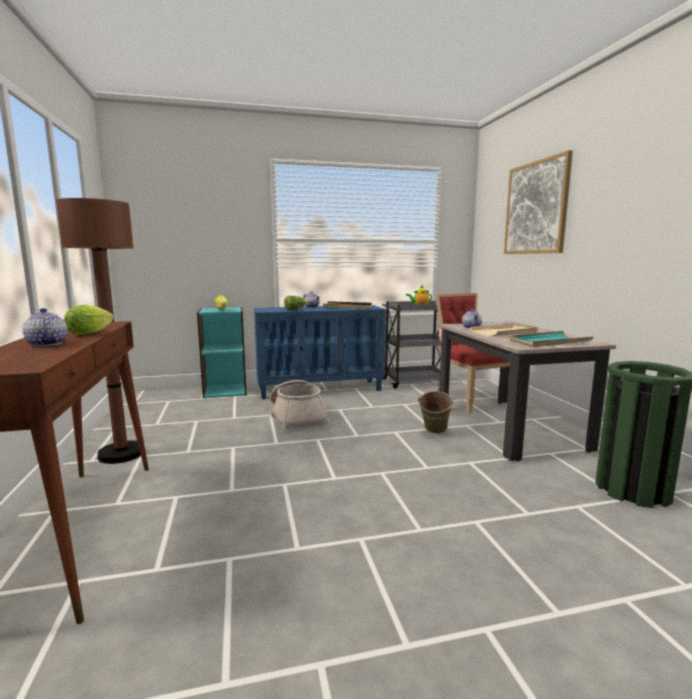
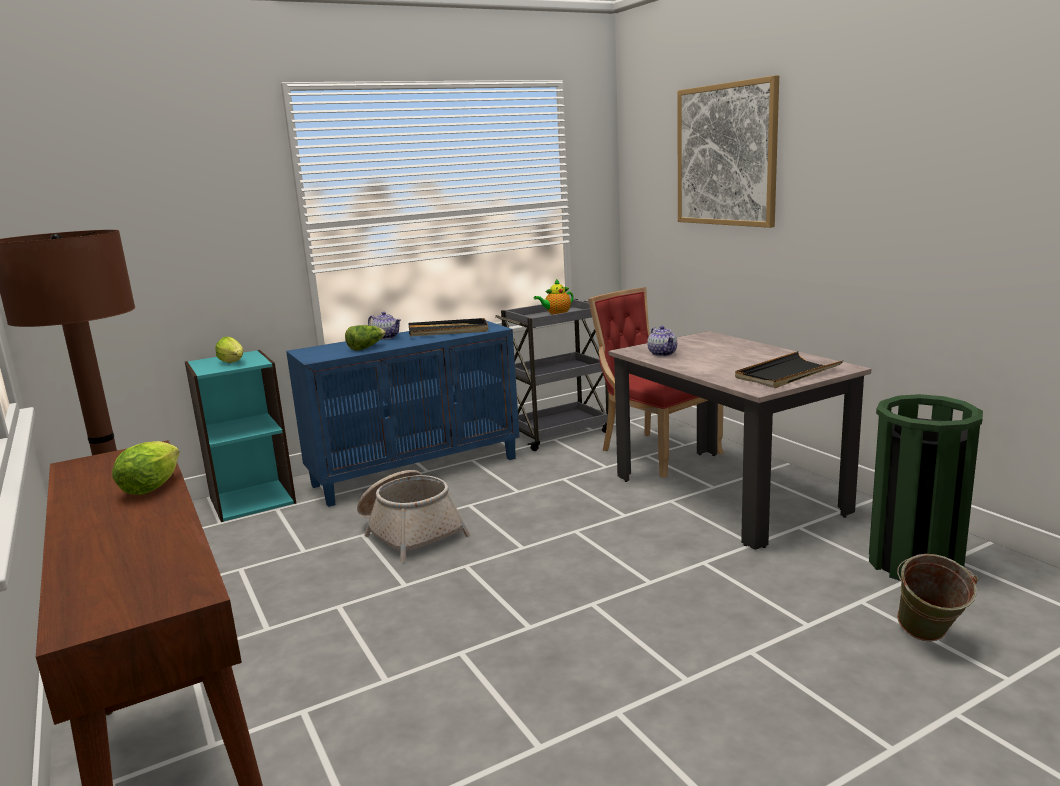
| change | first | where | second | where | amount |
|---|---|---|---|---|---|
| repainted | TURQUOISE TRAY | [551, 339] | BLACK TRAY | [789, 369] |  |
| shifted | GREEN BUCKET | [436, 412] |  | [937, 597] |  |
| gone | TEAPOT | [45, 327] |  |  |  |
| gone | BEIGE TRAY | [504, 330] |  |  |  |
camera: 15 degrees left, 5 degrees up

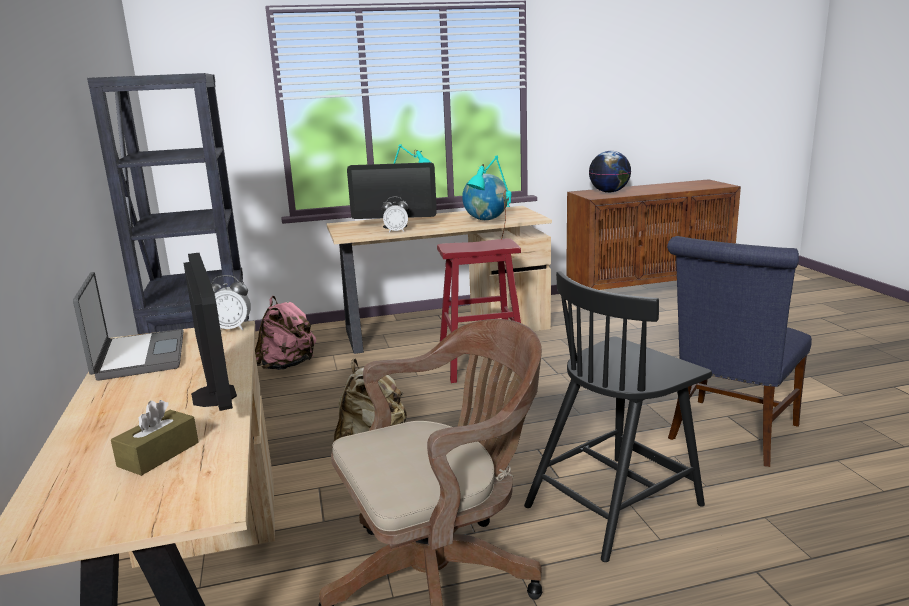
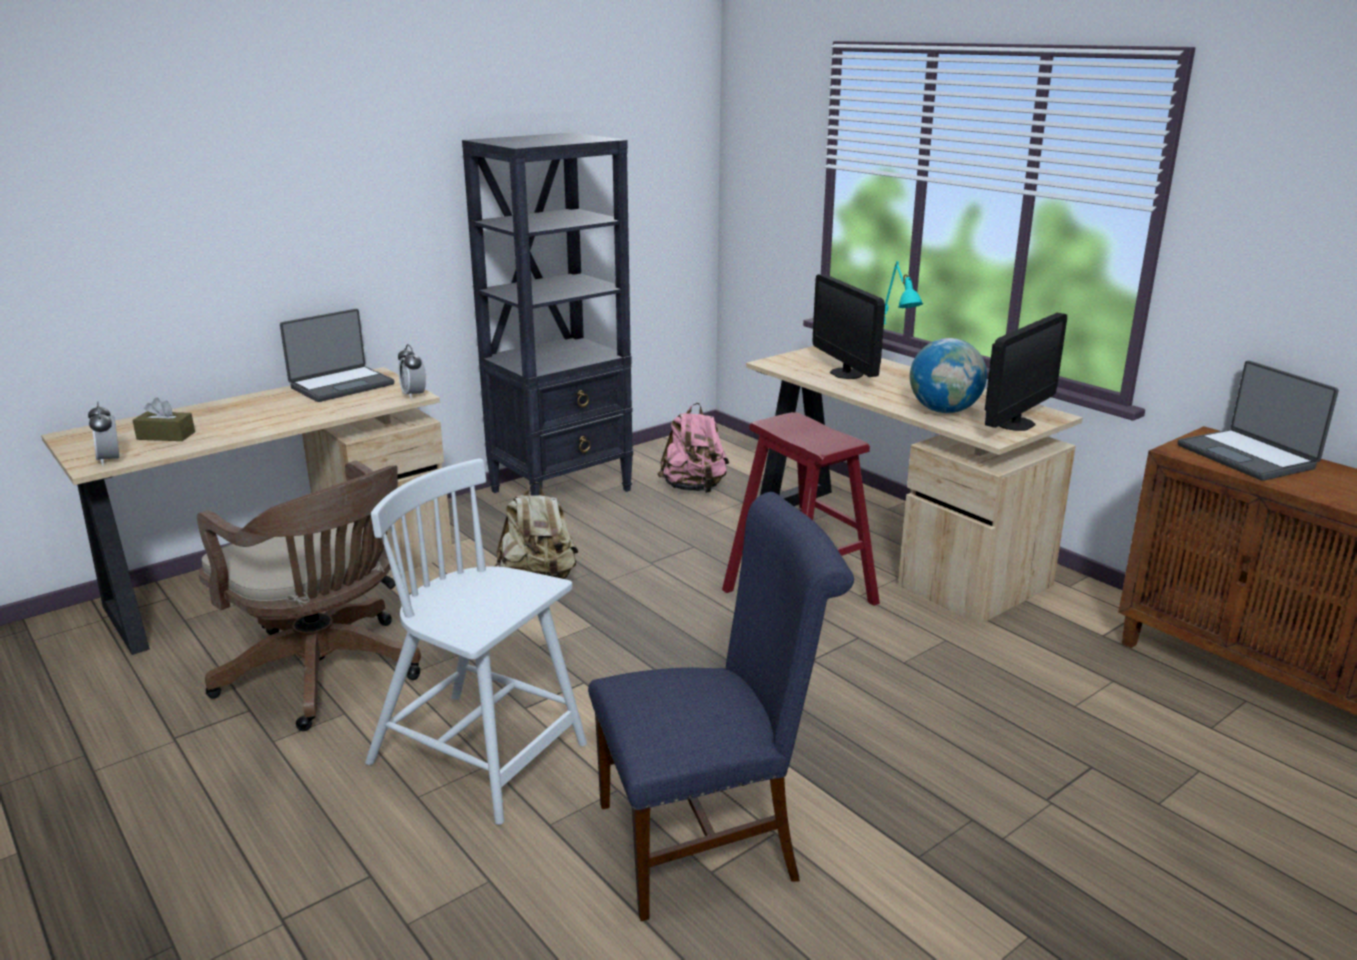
| change | first | where | second | where | amount |
|---|---|---|---|---|---|
| shifted | ALARM CLOCK | [395, 214] |  | [103, 433] |  |
| repainted | BLACK CHAIR | [618, 416] | WHITE CHAIR | [476, 641] |  |
| rotated | BLUE CHAIR | [739, 351] |  | [721, 706] | 150 degrees clockwise |
| shifted | MONITOR | [210, 332] |  | [1026, 372] |  |
| swapped | GLOBE | [610, 172] | LAPTOP | [1258, 421] |  |
| gone | TURQUOISE TABLE LAMP | [489, 197] |  |  |  |
camera: 65 degrees right, 5 degrees up

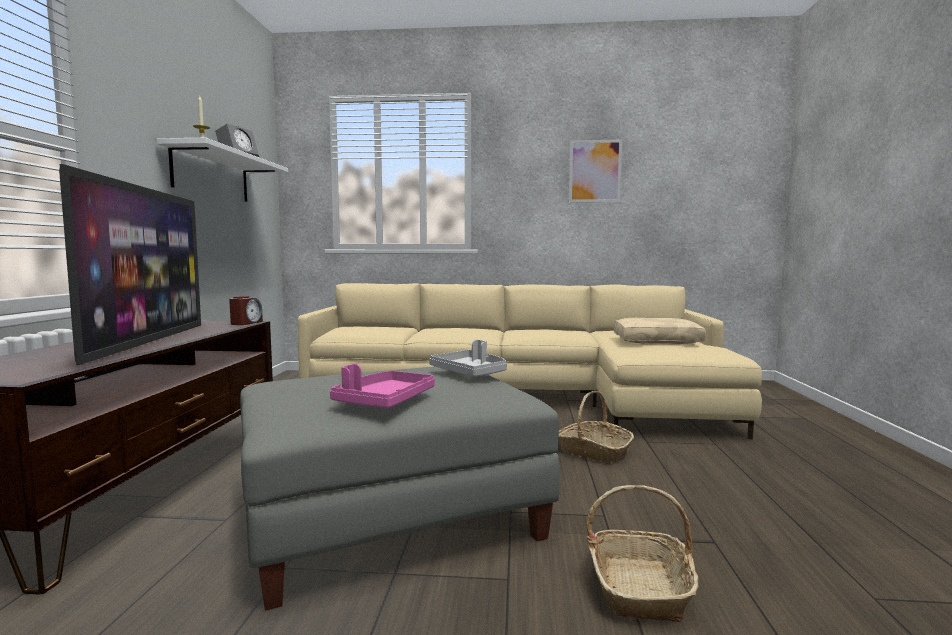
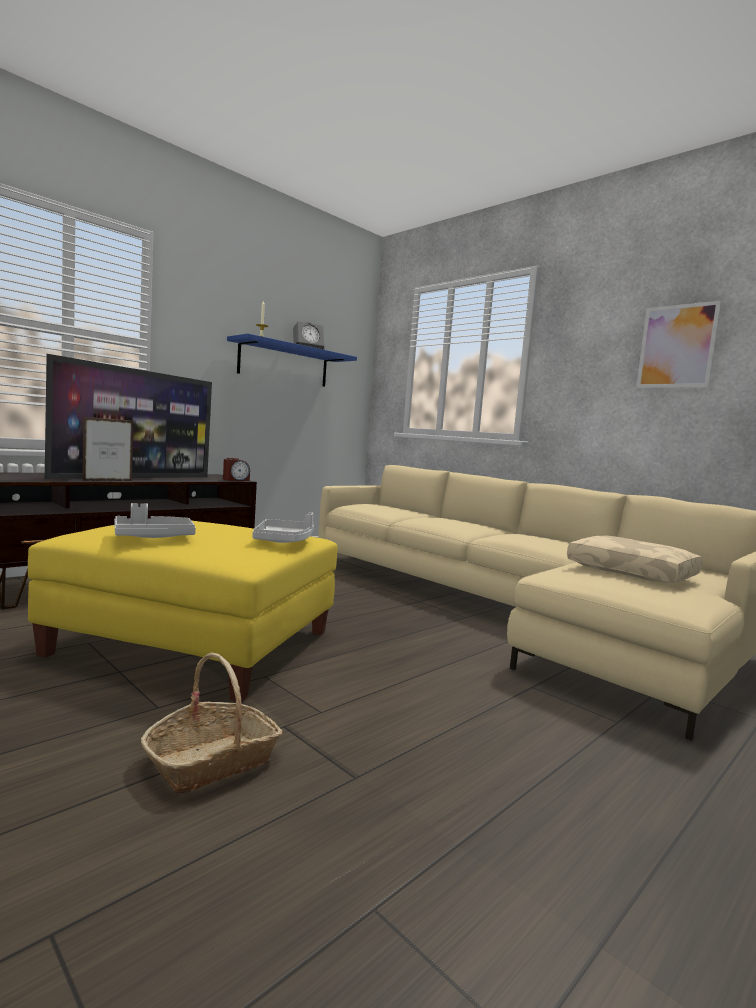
| change | first | where | second | where | amount |
|---|---|---|---|---|---|
| repainted | GREY OTTOMAN | [400, 488] | YELLOW OTTOMAN | [183, 611] |  |
| new |  |  | PICTURE FRAME | [108, 449] |  |
| repainted | PINK TRAY | [382, 386] | GREY TRAY | [155, 520] |  |
| repainted | WHITE SHELF | [222, 170] | BLUE SHELF | [292, 360] |  |
| gone | BASKET | [596, 427] |  |  |  |
camera: 40 degrees right, 0 degrees up

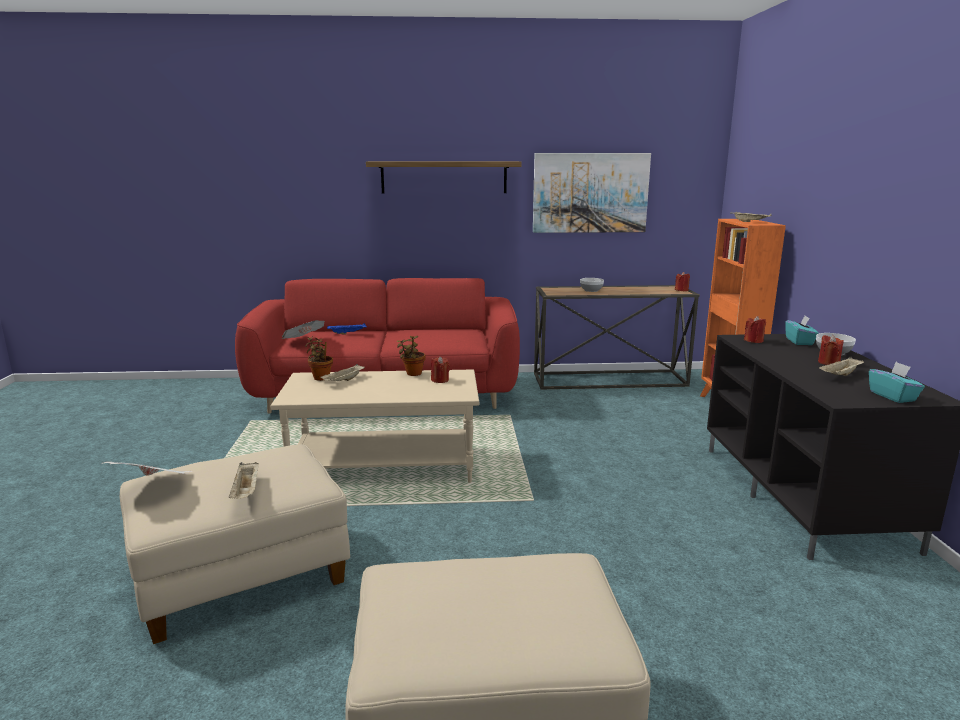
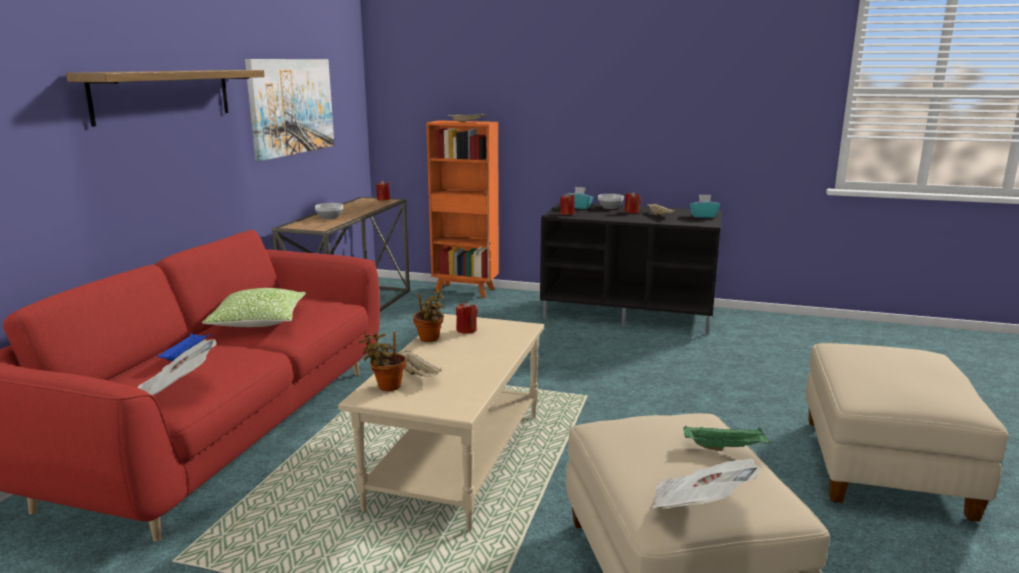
| change | first | where | second | where | amount |
|---|---|---|---|---|---|
| new |  |  | PILLOW | [254, 307] |  |
| repainted | BEIGE TRAY | [244, 480] | GREEN TRAY | [727, 438] |  |
camera: 70 degrees left, 0 degrees up

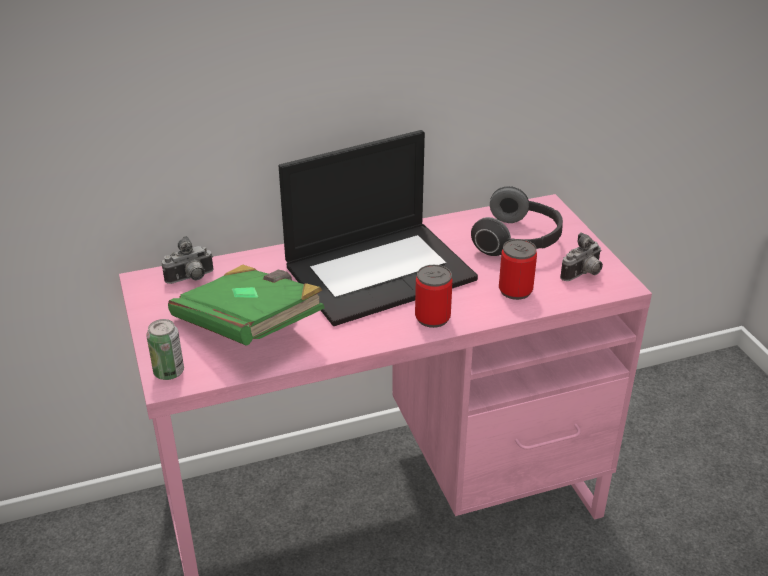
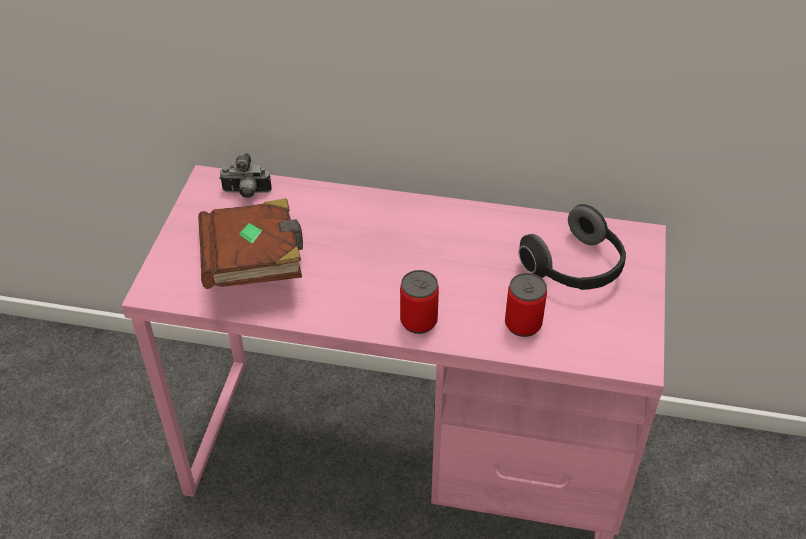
| change | first | where | second | where | amount |
|---|---|---|---|---|---|
| repainted | GREEN BOOK | [246, 305] | BROWN BOOK | [250, 243] |  |
| gone | CAN | [165, 349] |  |  |  |
| gone | LAPTOP | [378, 228] |  |  |  |
| gone | PHOTO CAMERA | [581, 256] |  |  |  |
camera: 30 degrees right, 10 degrees up

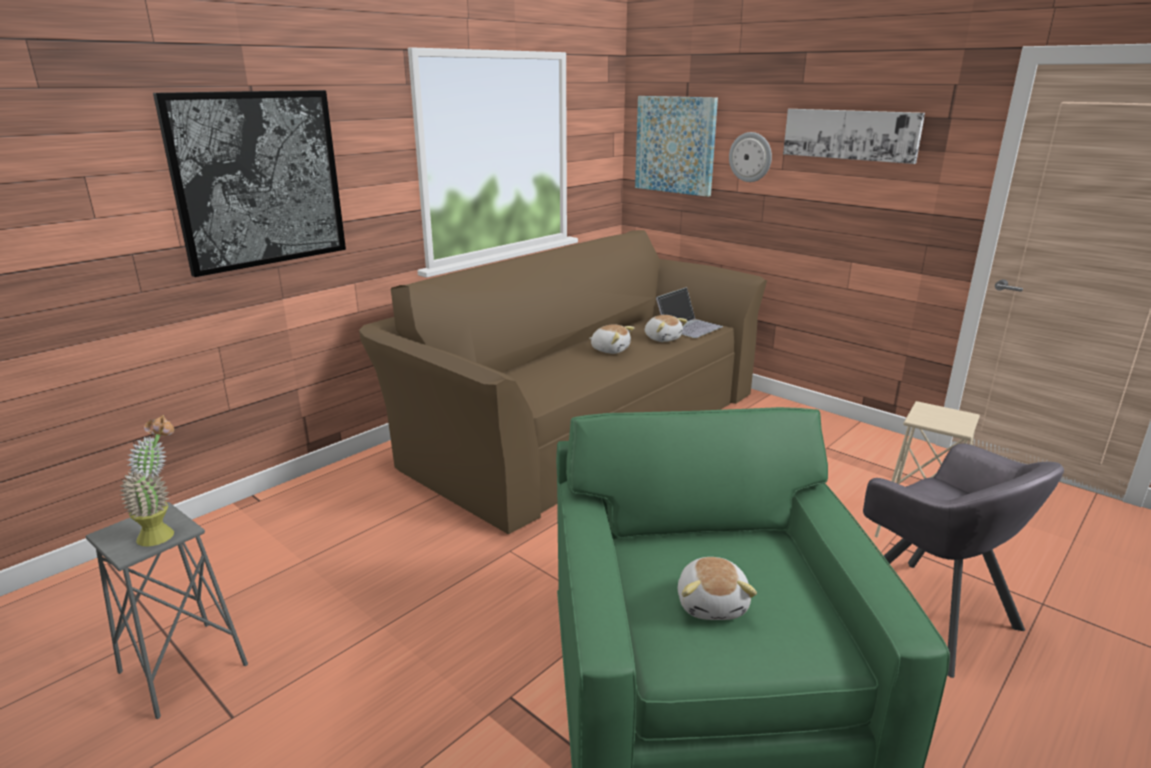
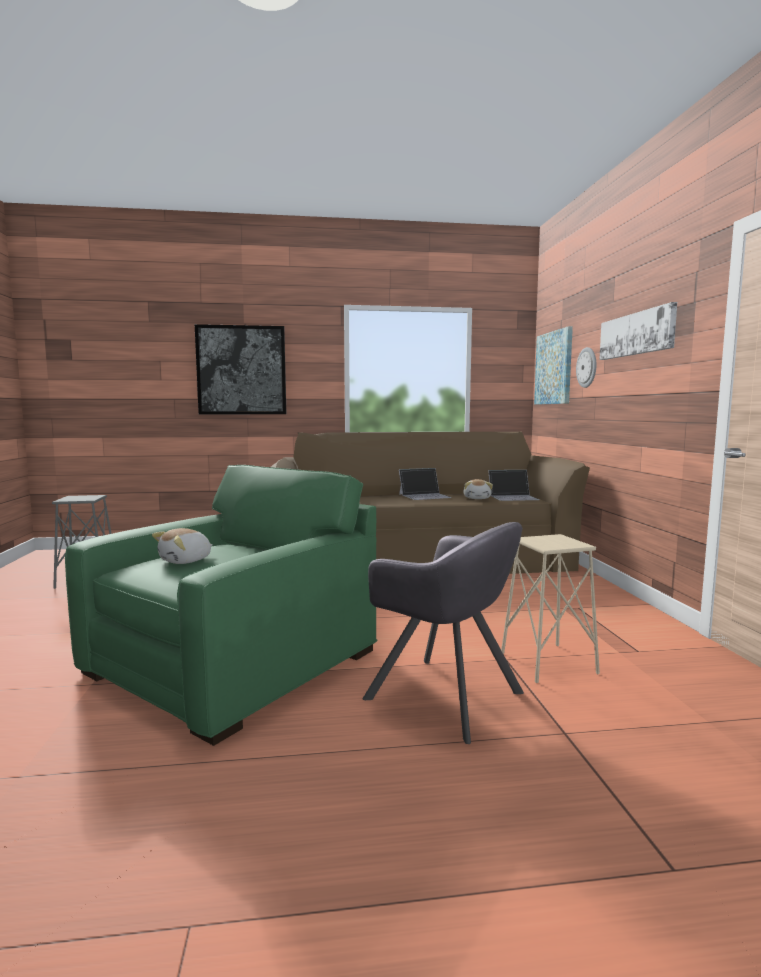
| change | first | where | second | where | amount |
|---|---|---|---|---|---|
| rotated | GREY ARMCHAIR | [963, 561] |  | [443, 633] | 60 degrees counterclockwise |
| swapped | PLUSH TOY | [611, 339] | LAPTOP | [425, 484] |  |
| gone | POTTED PLANT | [146, 480] |  |  |  |
camera: 40 degrees right, 15 degrees down

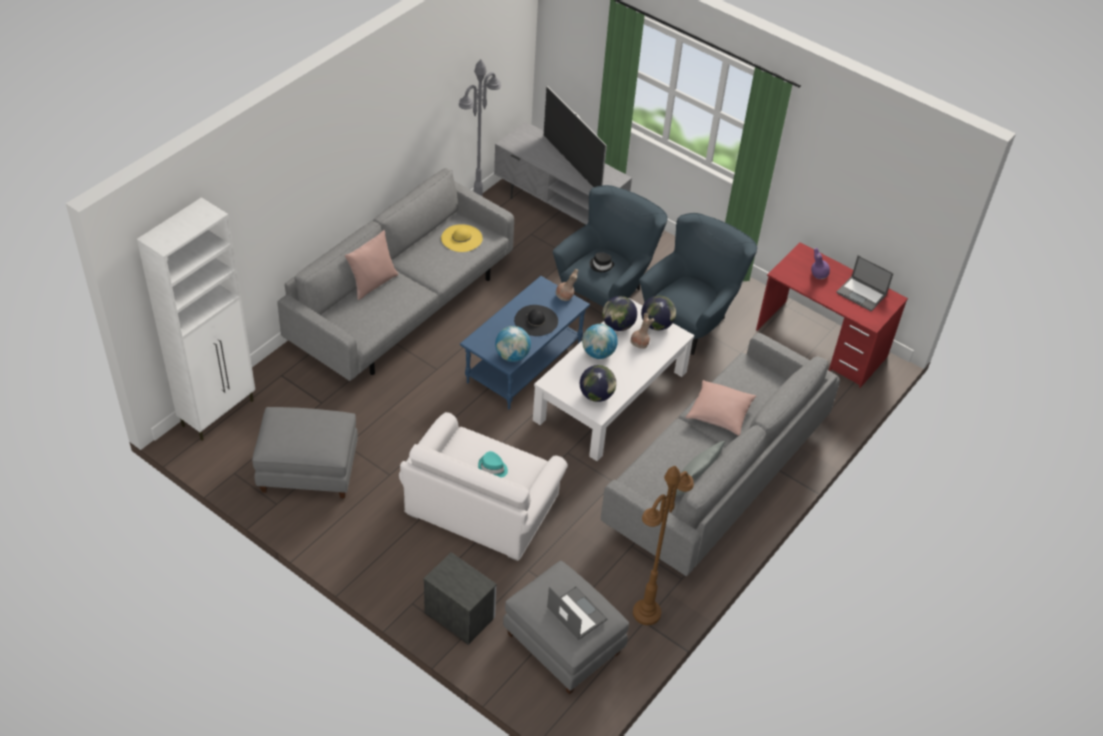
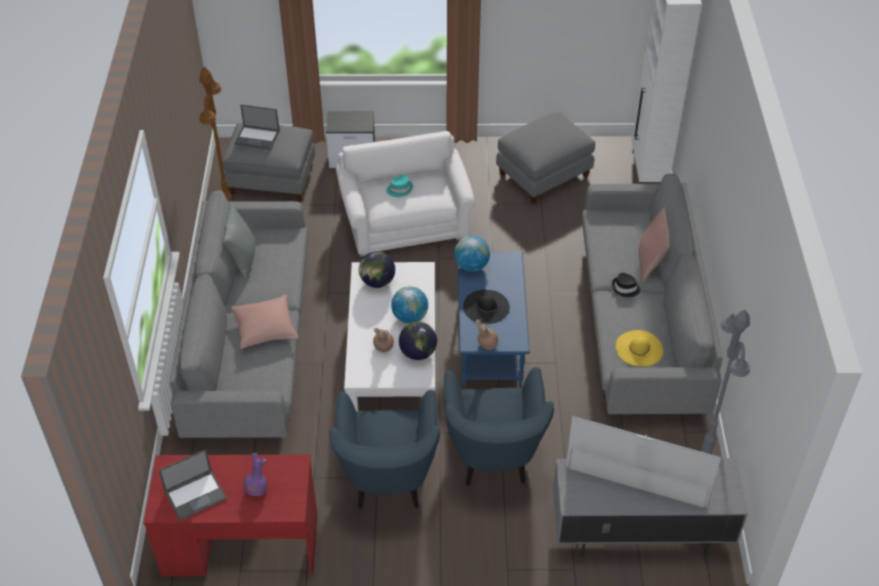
| change | first | where | second | where | amount |
|---|---|---|---|---|---|
| rotated | LAPTOP | [865, 283] |  | [192, 485] | 150 degrees clockwise |
| shifted | BLACK HAT | [602, 262] |  | [626, 285] |  |
| gone | GLOBE | [658, 312] |  |  |  |
camera: 145 degrees right, 0 degrees up

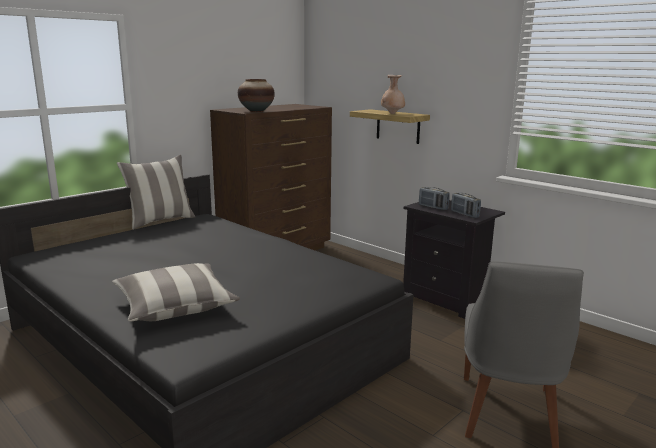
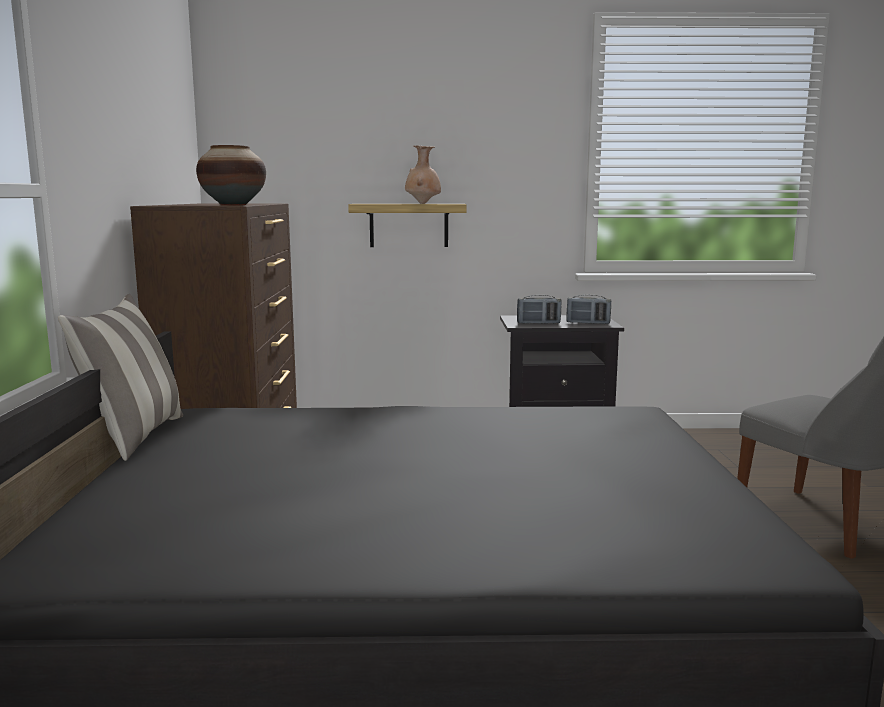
| change | first | where | second | where | amount |
|---|---|---|---|---|---|
| gone | PILLOW | [176, 292] |  |  |  |
camera: 45 degrees left, 5 degrees down

